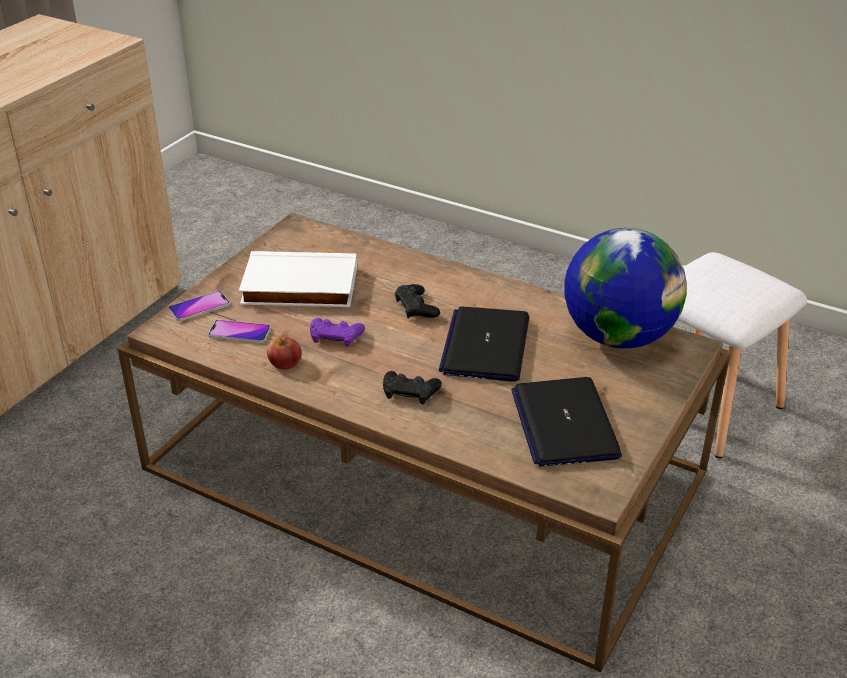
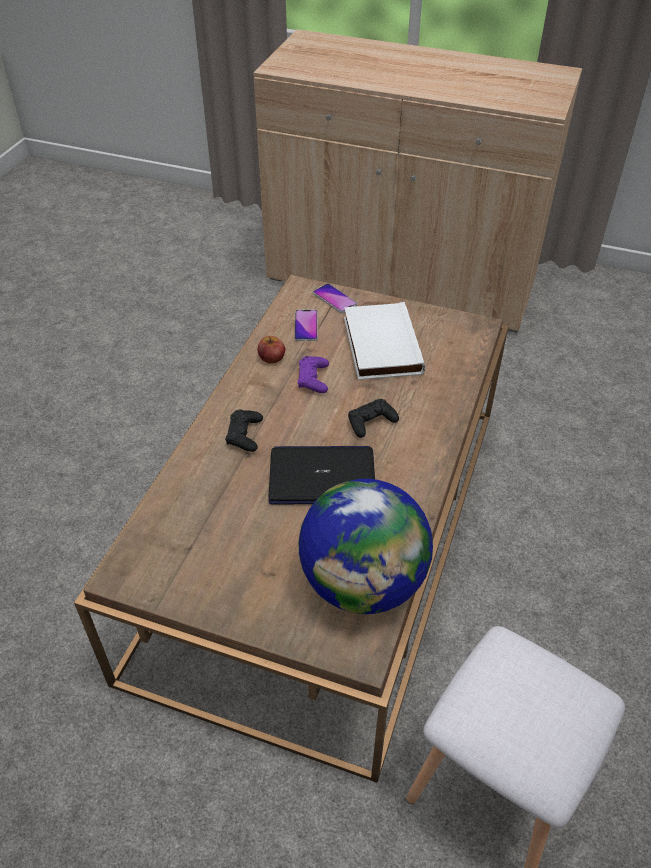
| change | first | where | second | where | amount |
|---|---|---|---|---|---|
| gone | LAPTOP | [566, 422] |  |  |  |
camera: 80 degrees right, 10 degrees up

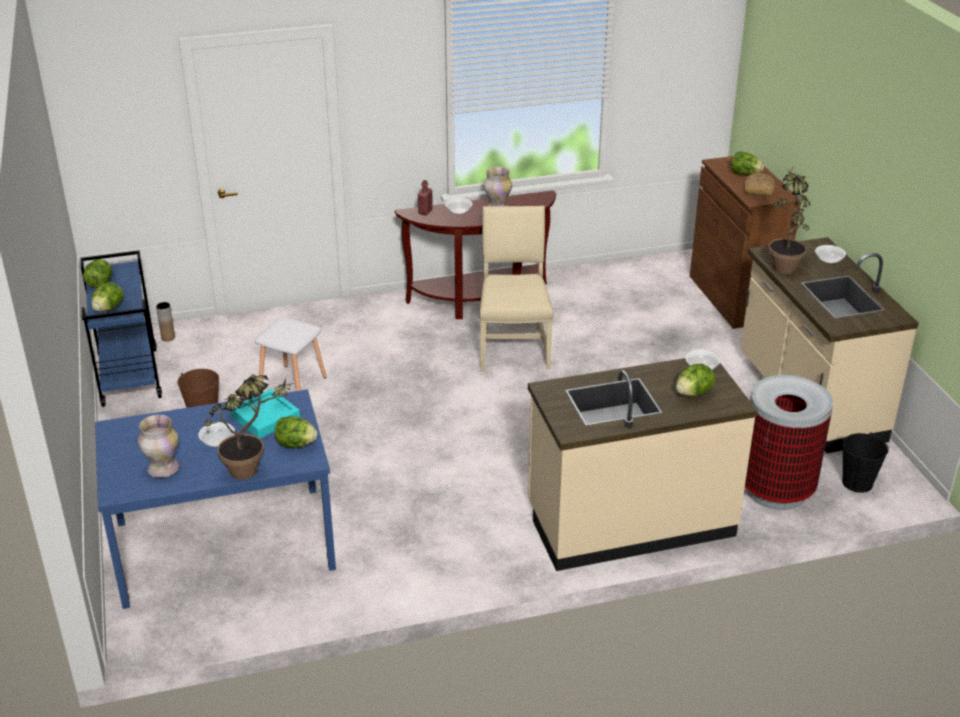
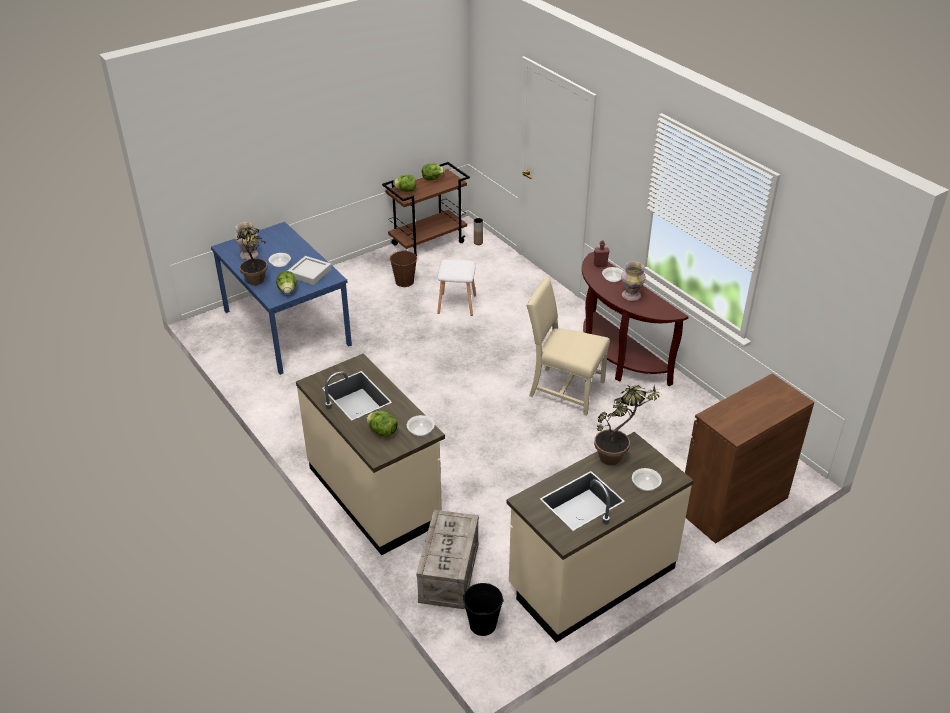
| change | first | where | second | where | amount |
|---|---|---|---|---|---|
| repainted | TURQUOISE TRAY | [265, 414] | GREY TRAY | [309, 270] |  |
| repainted | BLUE CART | [121, 328] | BROWN CART | [426, 209] |  |
| swapped | TRASH CAN | [789, 442] | CRATE | [447, 559] |  |
| rotated | BEIGE CHAIR | [516, 288] |  | [568, 346] | 135 degrees counterclockwise |
| gone | LETTUCE | [747, 163] |  |  |  |
| gone | BREAD | [759, 184] |  |  |  |
camera: 70 degrees right, 5 degrees up

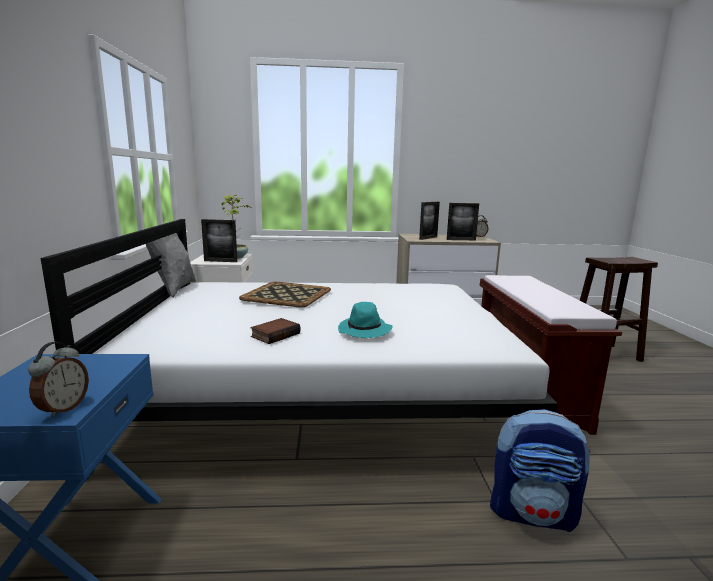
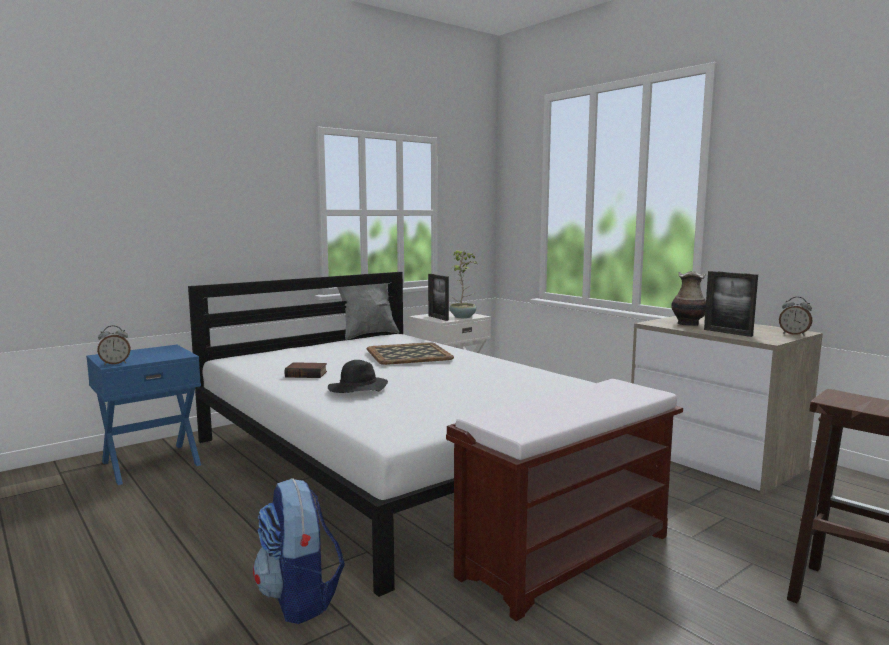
| change | first | where | second | where | amount |
|---|---|---|---|---|---|
| repainted | TURQUOISE HAT | [365, 320] | BLACK HAT | [358, 376] |  |
| swapped | PICTURE FRAME | [429, 221] | VASE | [688, 298] |  |
camera: 55 degrees right, 5 degrees down

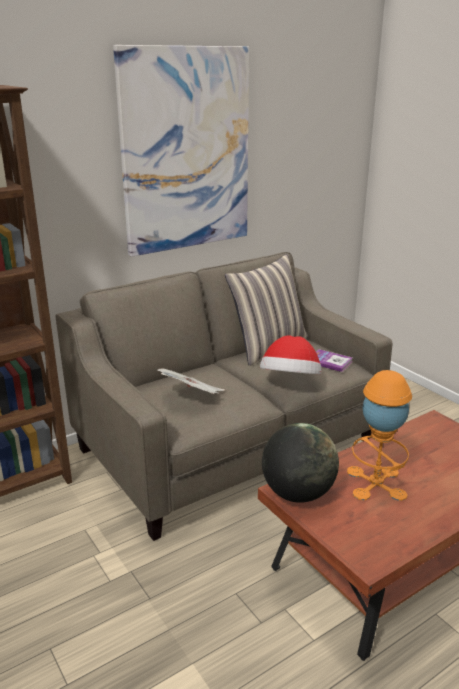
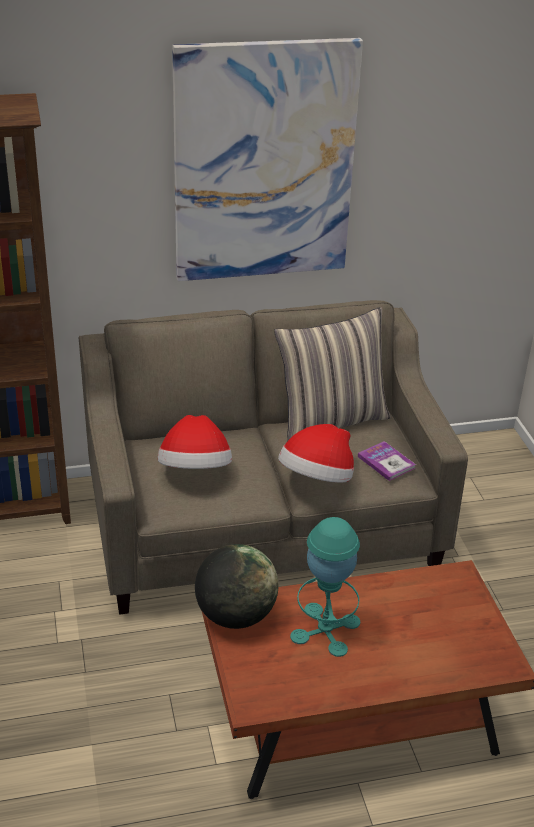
| change | first | where | second | where | amount |
|---|---|---|---|---|---|
| swapped | NEWSPAPER | [190, 381] | HAT | [195, 442] |  |
| repainted | ORANGE TABLE LAMP | [379, 435] | TURQUOISE TABLE LAMP | [325, 587] |  |
camera: 20 degrees right, 10 degrees up

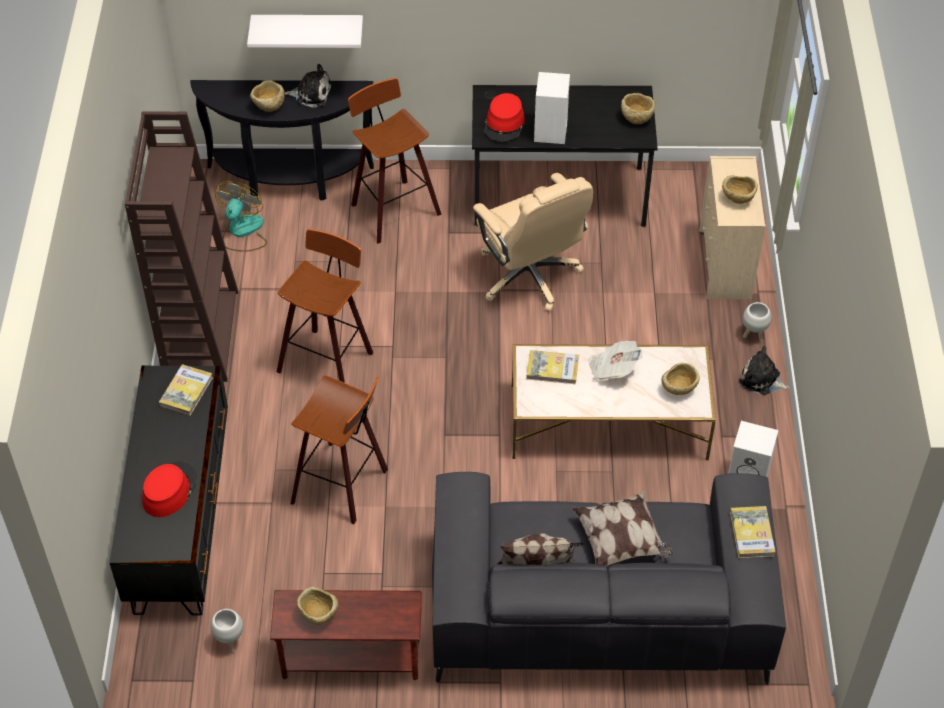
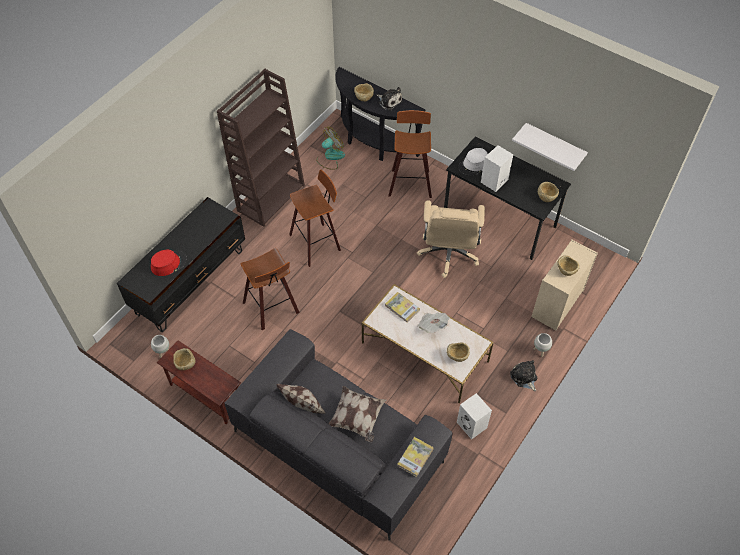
| change | first | where | second | where | amount |
|---|---|---|---|---|---|
| repainted | RED HAT | [504, 117] | WHITE HAT | [473, 162] |  |
| shifted | WHITE SHELF | [305, 31] |  | [550, 147] |  |
| gone | BOOK | [186, 390] |  |  |  |
camera: 35 degrees right, 5 degrees up

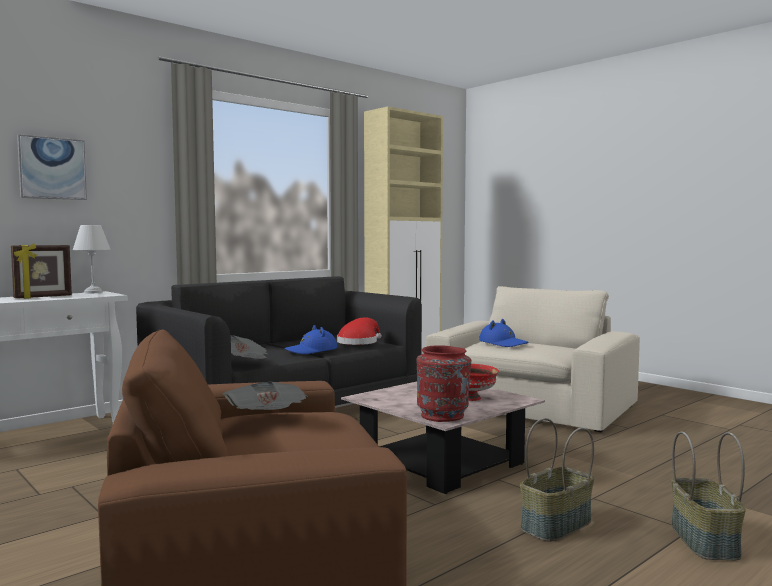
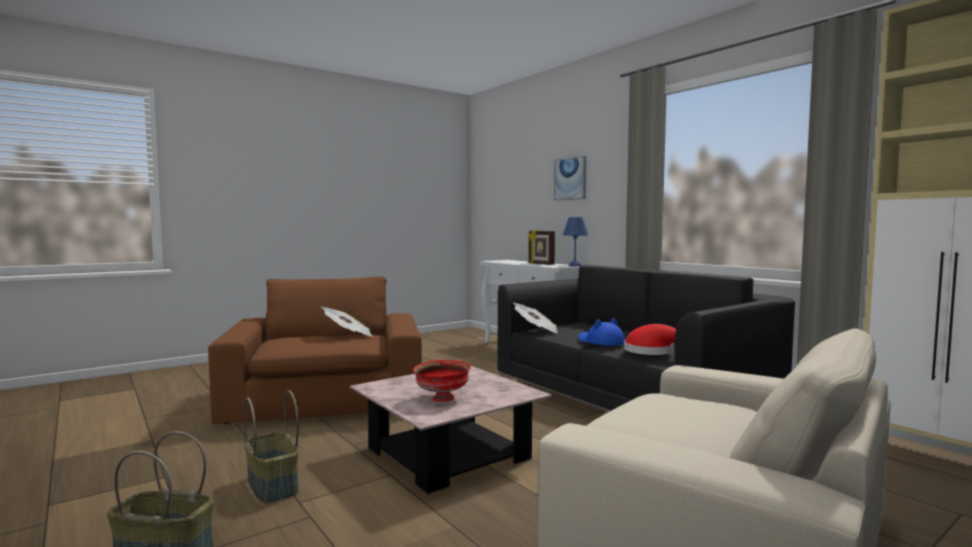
| change | first | where | second | where | amount |
|---|---|---|---|---|---|
| repainted | WHITE TABLE LAMP | [92, 259] | BLUE TABLE LAMP | [575, 241] |  |
| gone | RED VASE | [443, 383] |  |  |  |
| gone | BLUE HAT | [504, 333] |  |  |  |
camera: 95 degrees right, 0 degrees up

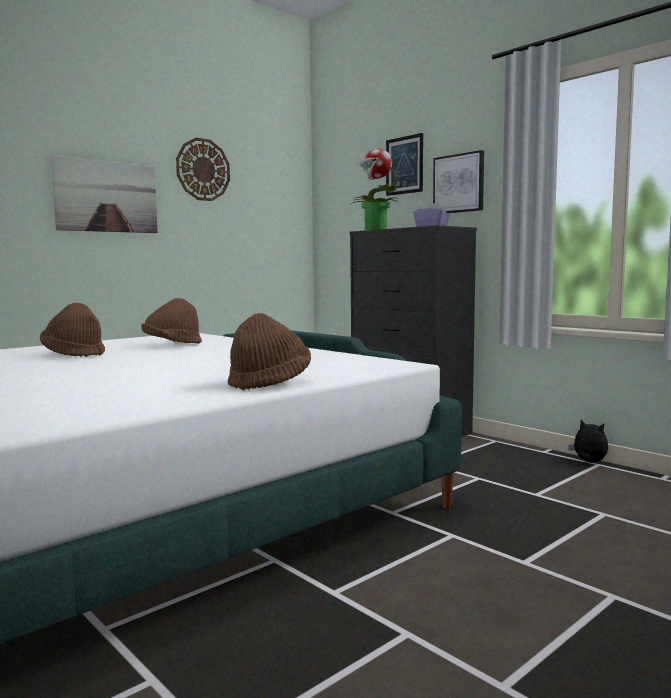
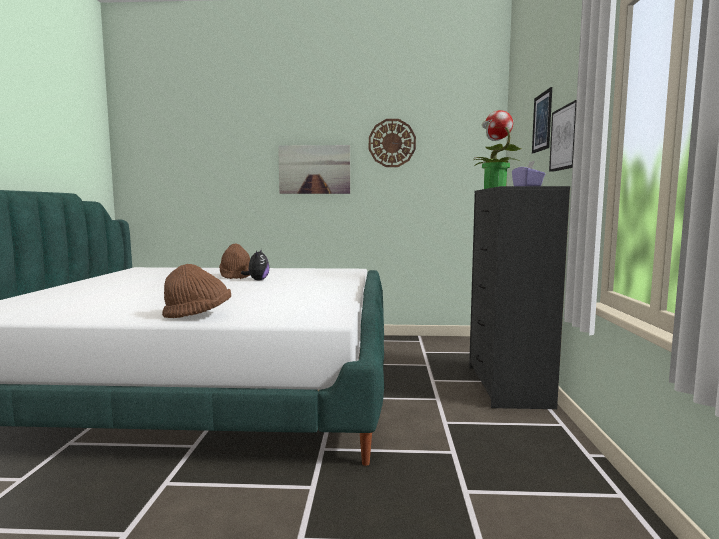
| change | first | where | second | where | amount |
|---|---|---|---|---|---|
| shifted | PLUSH TOY | [588, 440] |  | [255, 265] |  |
| gone | BROWN HAT | [171, 321] |  |  |  |
camera: 45 degrees right, 0 degrees up

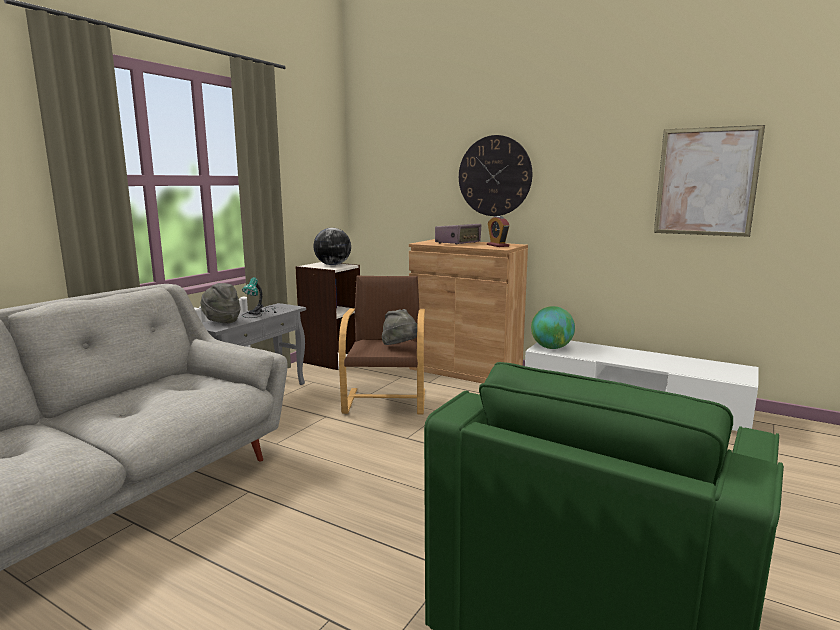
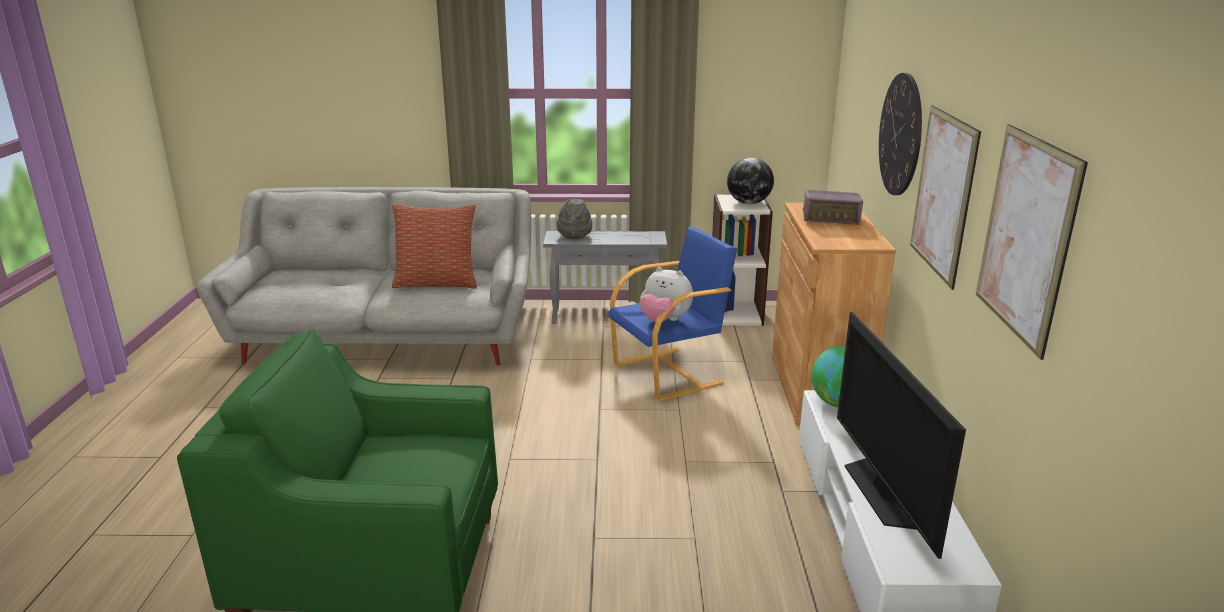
| change | first | where | second | where | amount |
|---|---|---|---|---|---|
| new |  |  | PILLOW | [434, 246] |  |
| repainted | BROWN ARMCHAIR | [382, 345] | BLUE ARMCHAIR | [673, 314] |  |
| swapped | GREY HAT | [399, 327] | PLUSH TOY | [666, 294] |  |
| new |  |  | TELEVISION | [901, 435] |  |
| new |  |  | PICTURE | [945, 197] |  |
| gone | TABLE LAMP | [259, 297] |  |  |  |
| gone | ALARM CLOCK | [498, 231] |  |  |  |
camera: 60 degrees right, 10 degrees up

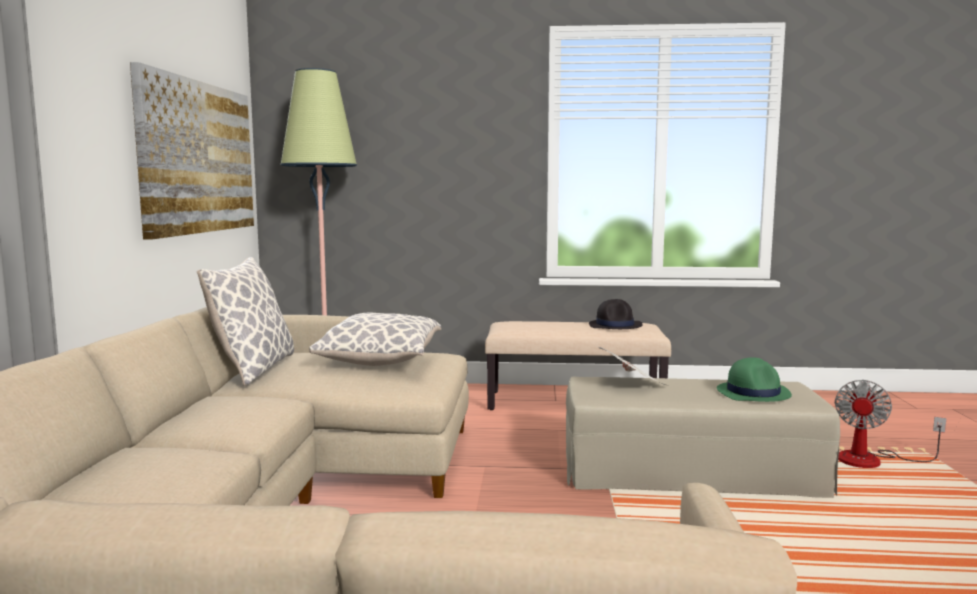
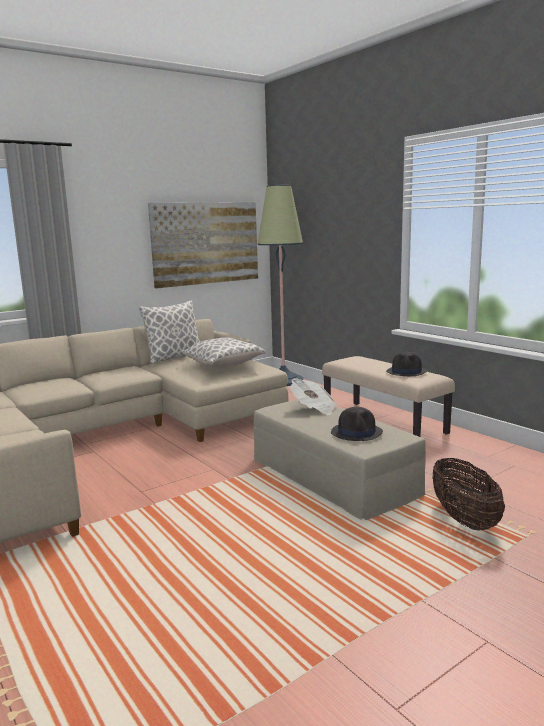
| change | first | where | second | where | amount |
|---|---|---|---|---|---|
| repainted | GREEN HAT | [754, 379] | BLACK HAT | [357, 424] |  |
| swapped | FAN | [890, 424] | BASKET | [469, 494] |  |
camera: 50 degrees right, 5 degrees up

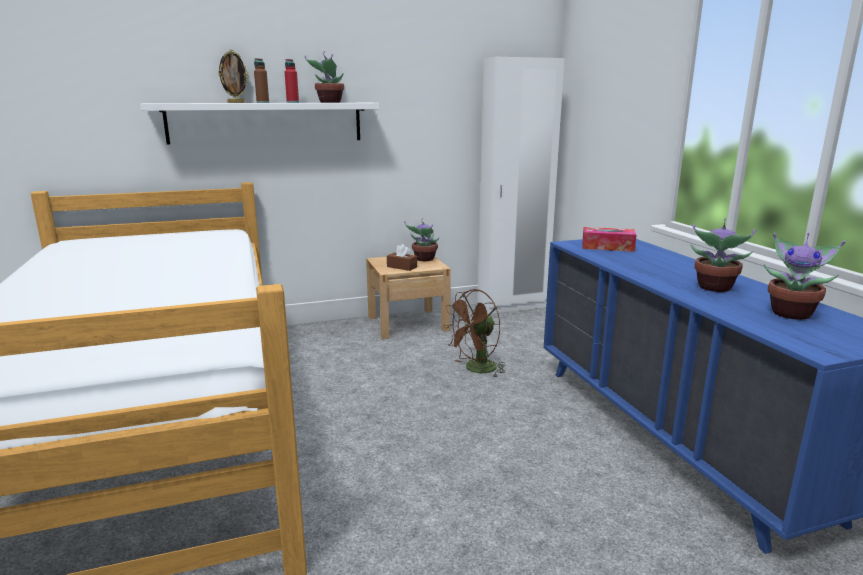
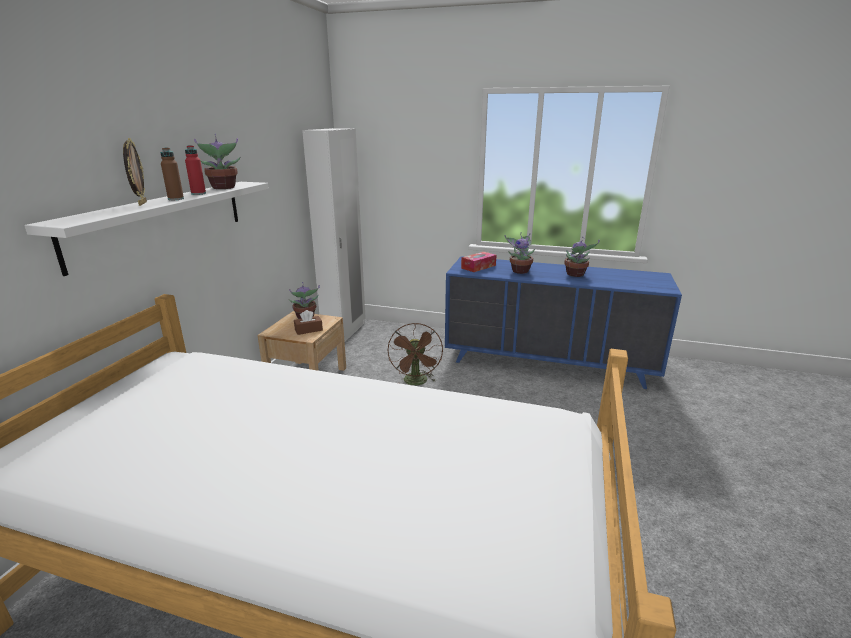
| change | first | where | second | where | amount |
|---|---|---|---|---|---|
| shifted | POTTED PLANT | [804, 276] |  | [520, 253] |  |
camera: 55 degrees left, 5 degrees up

